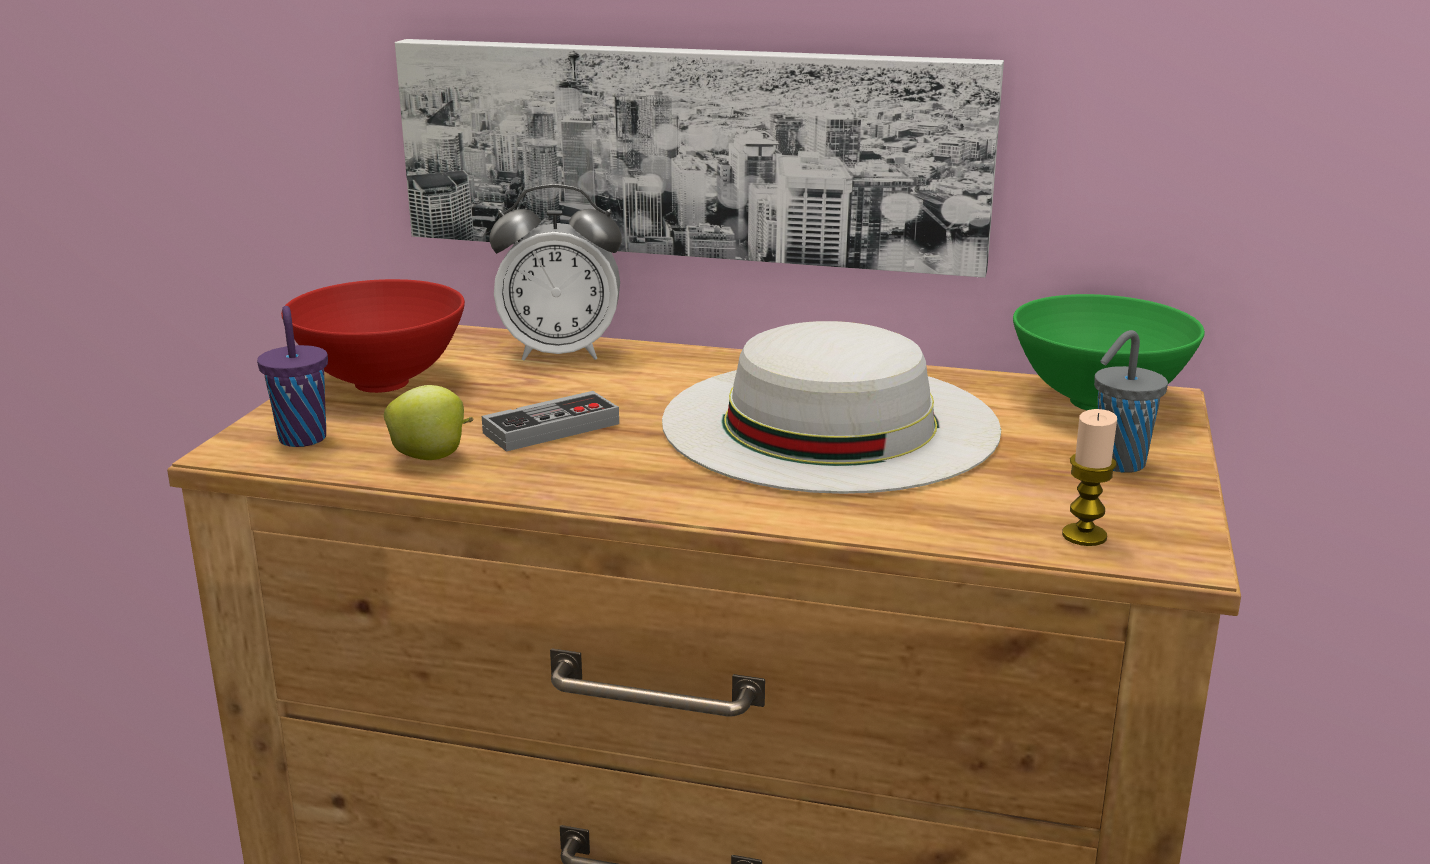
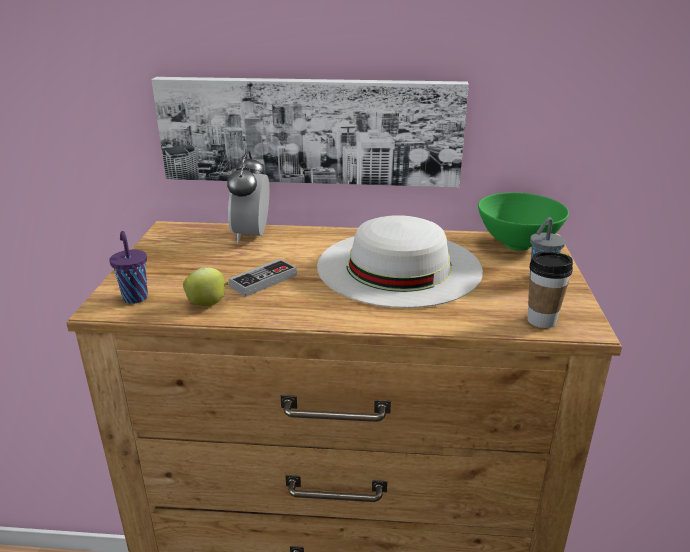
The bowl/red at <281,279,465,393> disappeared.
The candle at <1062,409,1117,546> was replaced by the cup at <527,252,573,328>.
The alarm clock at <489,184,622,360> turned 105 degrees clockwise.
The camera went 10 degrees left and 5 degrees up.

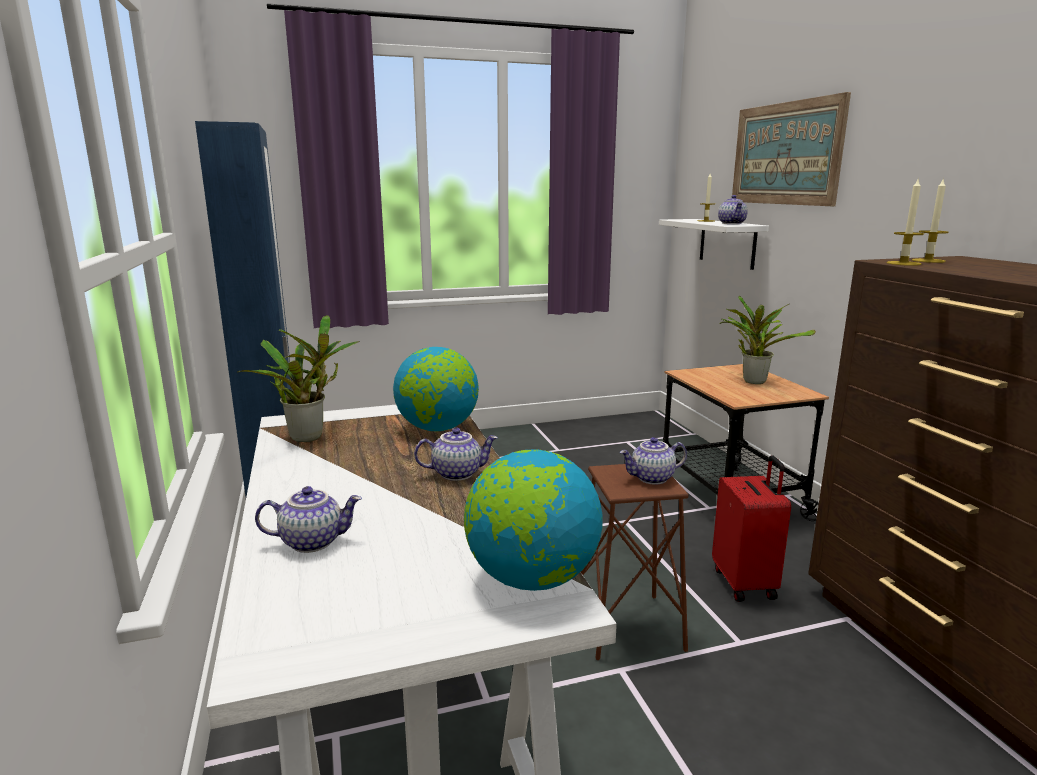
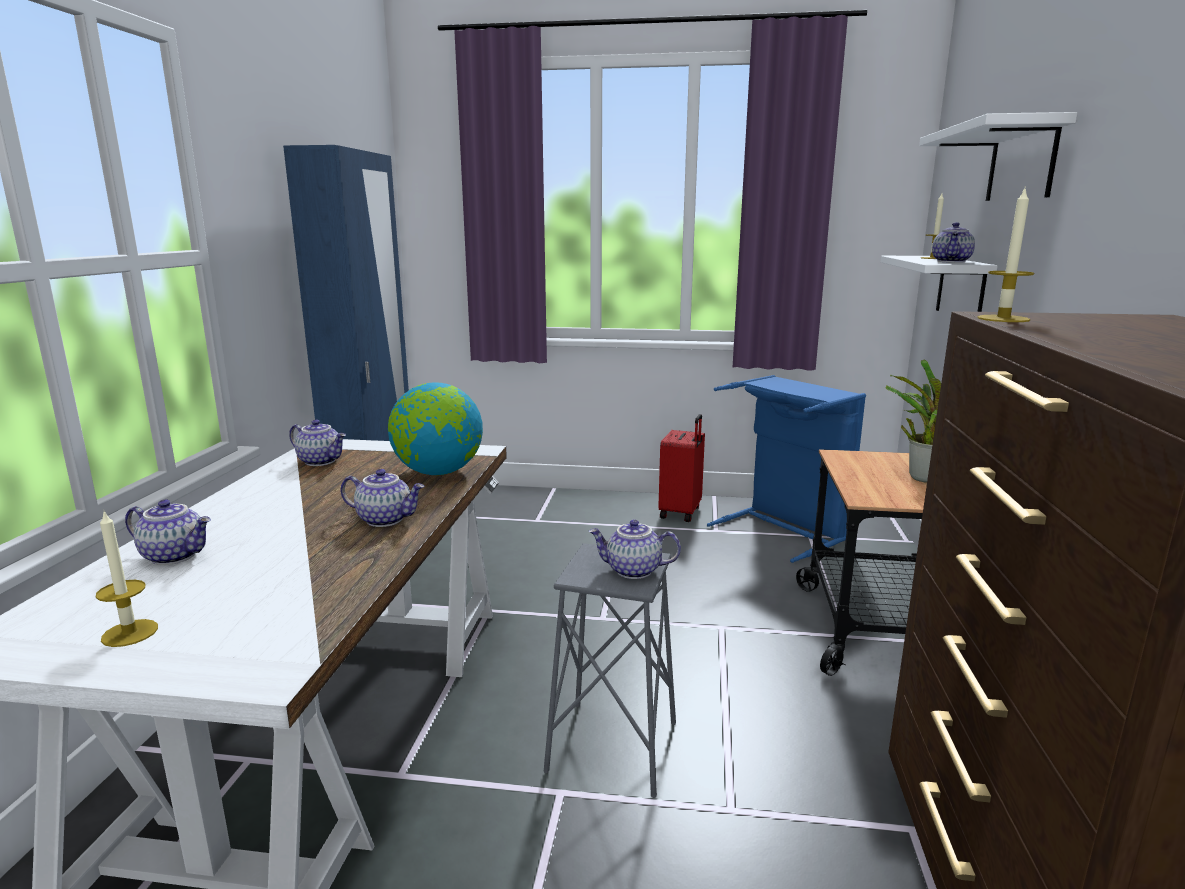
The globe at <464,449,603,591> disappeared.
The laundry basket/blue at <707,375,866,563> appeared.
The suitcase/red moved from <712,455,791,602> to <658,414,705,522>.
The candle moved from <912,178,948,263> to <96,511,158,647>.
The potted plant at <237,315,359,442> was replaced by the teapot at <289,420,346,466>.
The picture at <732,92,851,206> was replaced by the shelf/white at <919,112,1077,201>.
The stool/brown at <581,464,689,660> became the stool/grey at <544,543,676,798>.
The camera went 25 degrees right and 0 degrees up.

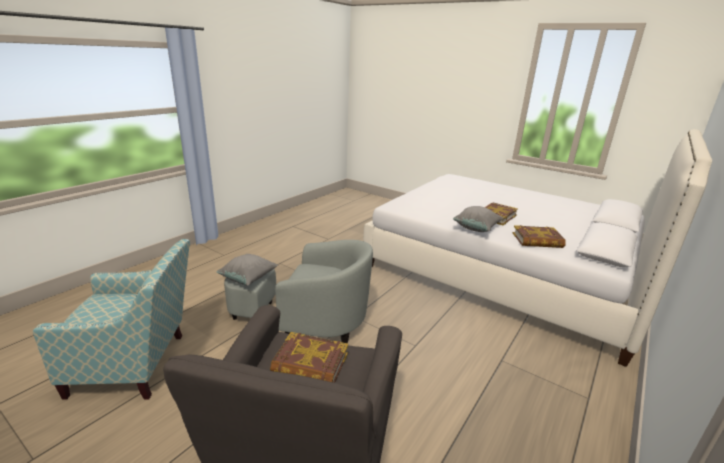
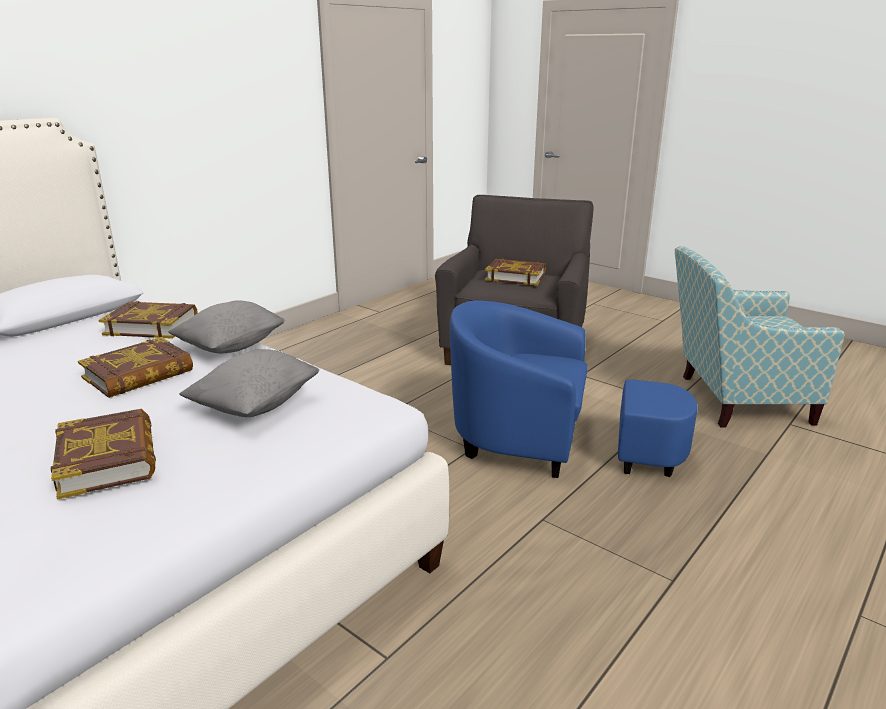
The book at <51,409,156,500> appeared.
The pillow/grey moved from <217,254,278,286> to <179,349,320,417>.
The armchair/grey at <224,240,373,343> became the armchair/blue at <450,301,698,478>.
The camera went 175 degrees left and 0 degrees up.

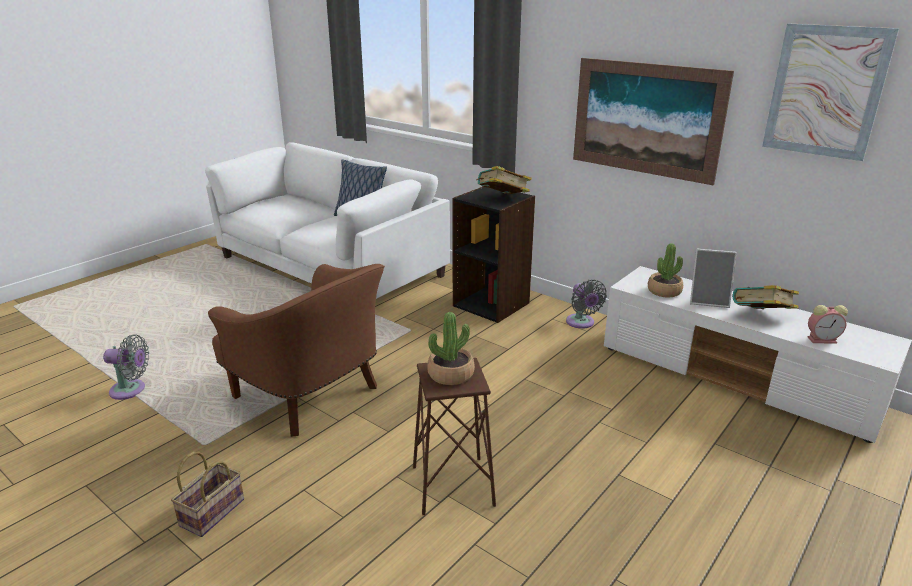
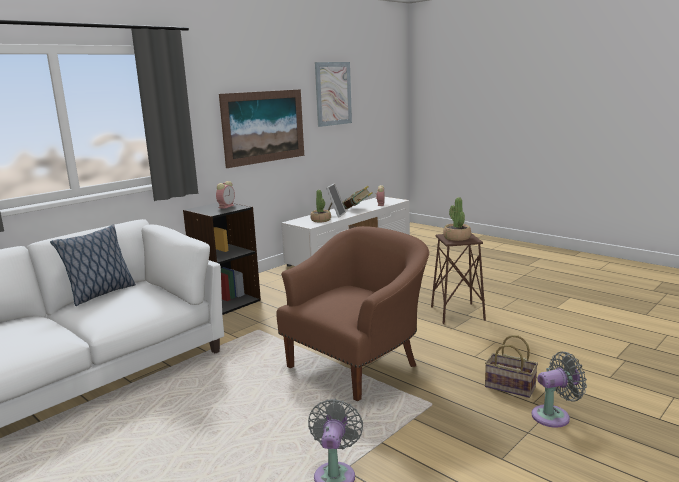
The fan/grey moved from <566,279,607,329> to <532,352,587,428>.
The book at <476,166,532,194> was replaced by the alarm clock at <216,181,235,209>.
The camera went 85 degrees left and 10 degrees down.

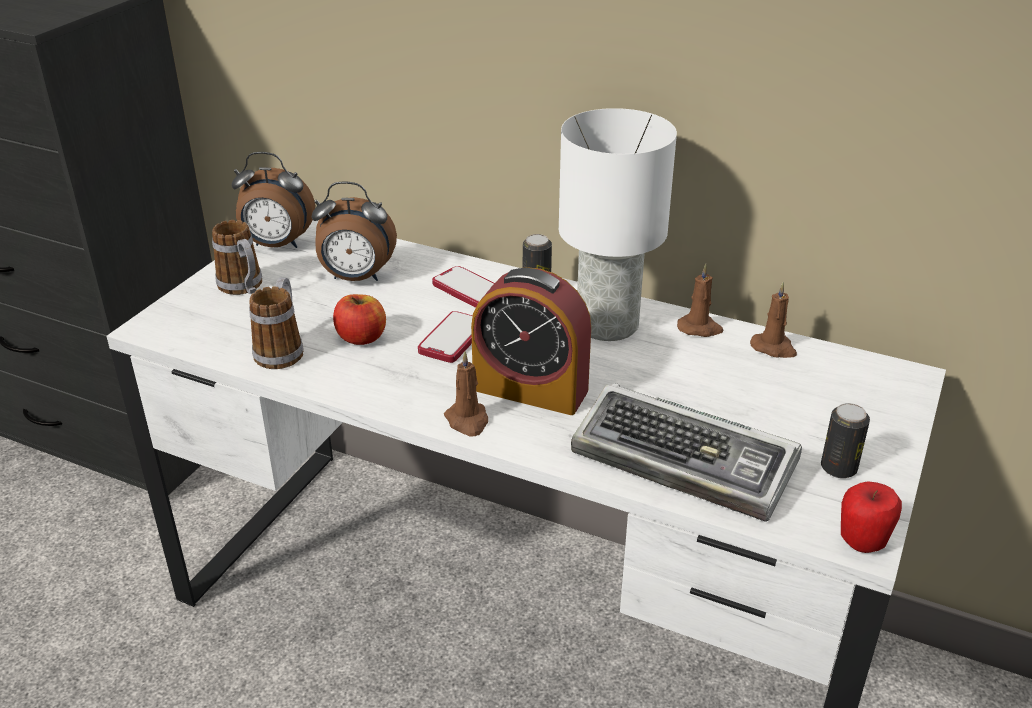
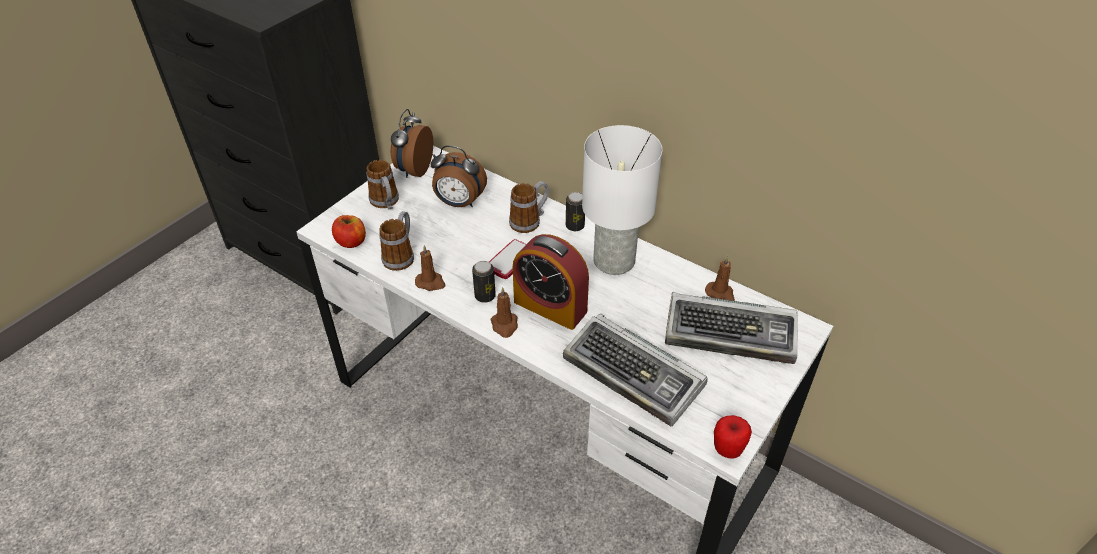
The keyboard at <665,292,798,364> appeared.
The apple moved from <333,294,386,345> to <332,215,366,248>.
The candle/brown moved from <677,264,724,337> to <415,245,445,291>.
The can moved from <821,403,870,478> to <472,261,496,303>.
The phone at <432,266,494,308> was replaced by the mug at <509,181,549,233>.
The alarm clock at <232,152,315,248> turned 90 degrees clockwise.
The camera went 10 degrees right and 10 degrees up.

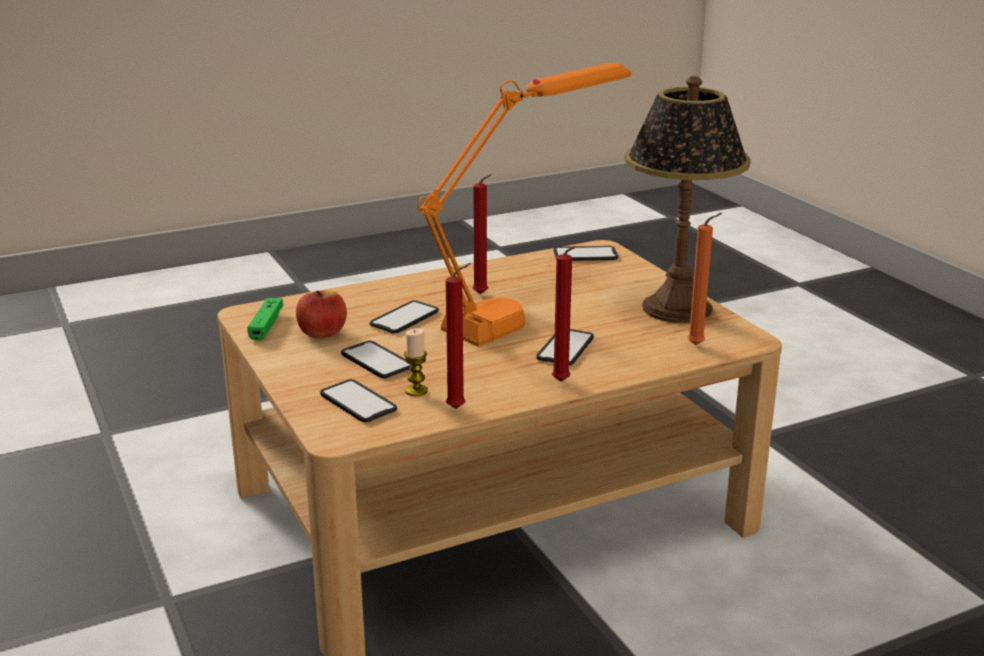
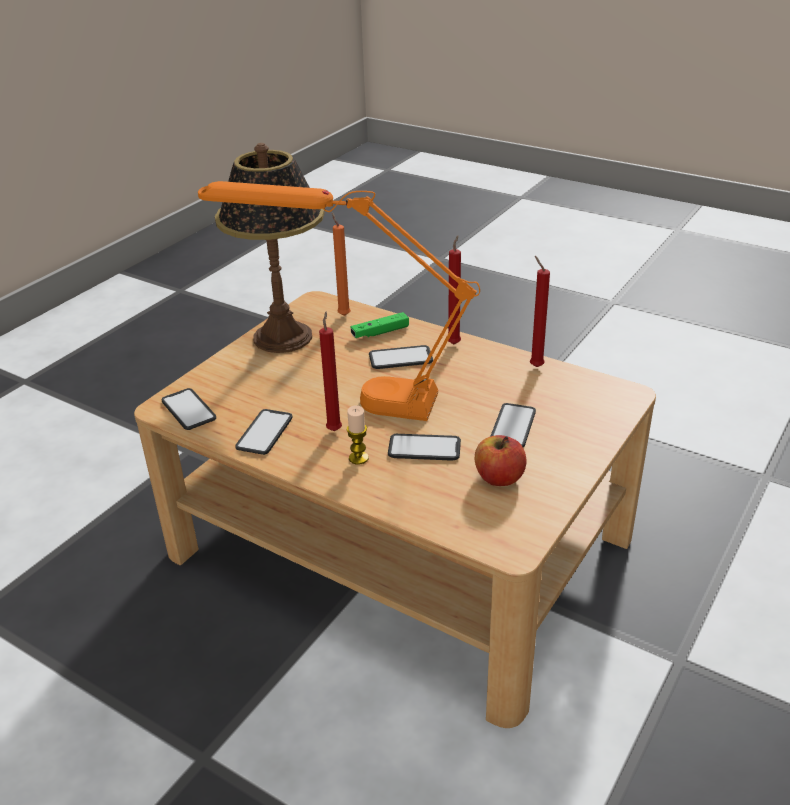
The game controller/green moved from <247,298,283,341> to <351,312,409,338>.
The phone moved from <320,379,397,422> to <235,409,292,455>.
The candle moved from <404,328,428,396> to <347,405,369,464>.
The camera went 120 degrees left and 10 degrees up.

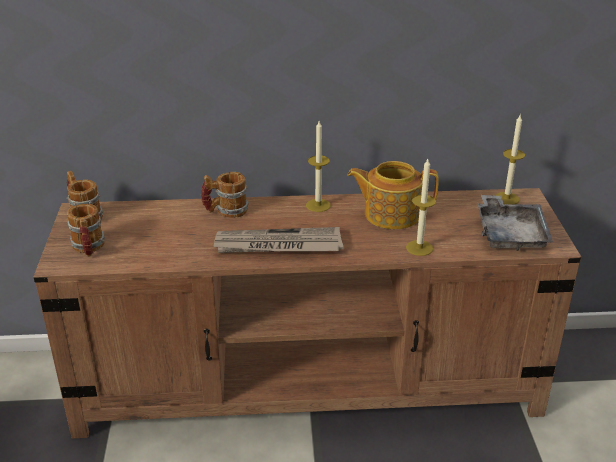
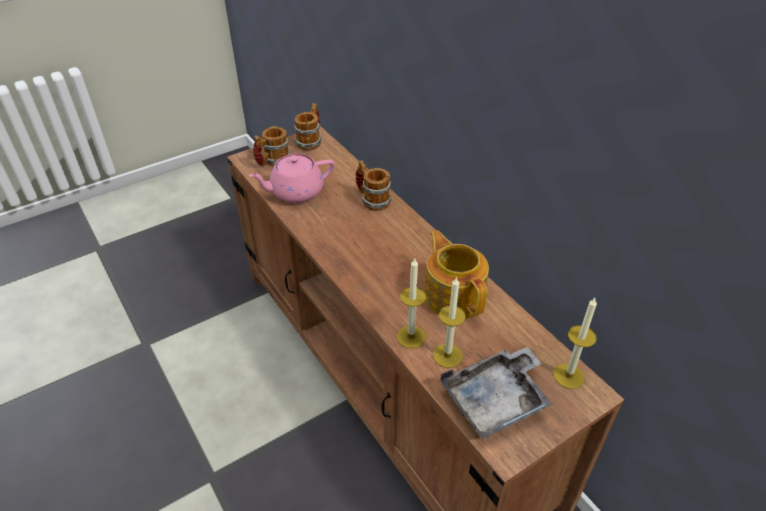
The newspaper at <213,227,343,253> disappeared.
The teapot/pink at <248,154,334,203> appeared.
The candle moved from <306,121,331,212> to <433,277,466,368>.
The camera went 60 degrees right and 10 degrees up.

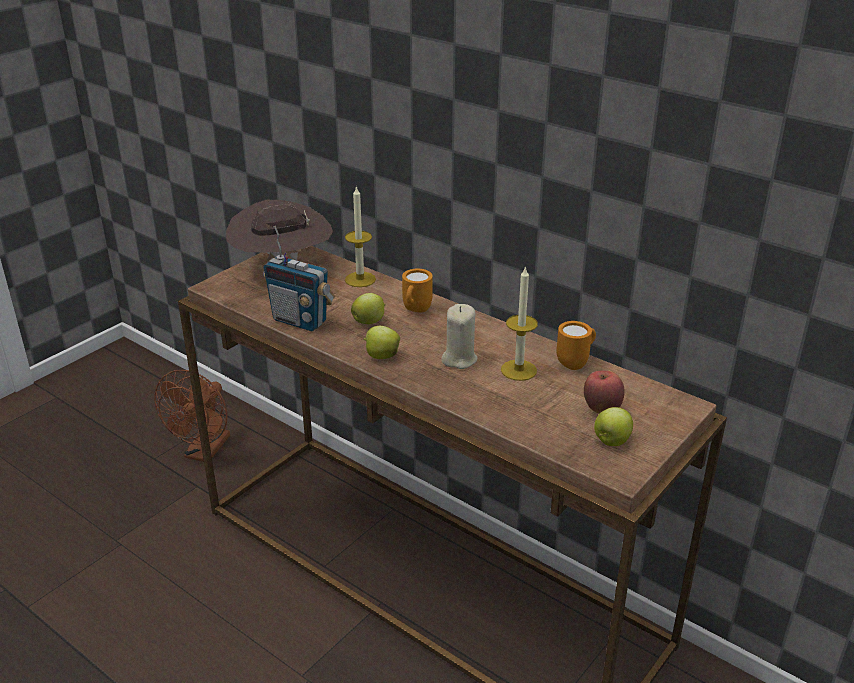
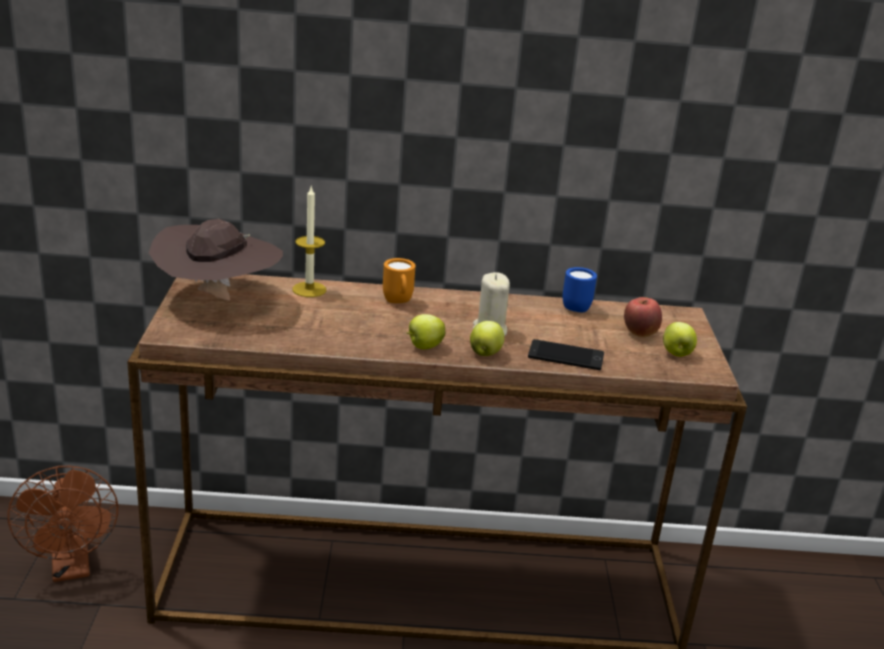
The radio at <263,226,335,331> disappeared.
The candle at <501,266,538,381> disappeared.
The phone at <528,339,604,370> appeared.
The apple moved from <351,293,386,324> to <470,321,504,356>.
The mug/orange at <557,321,596,370> became the mug/blue at <563,267,597,313>.
The camera went 40 degrees left and 5 degrees down.

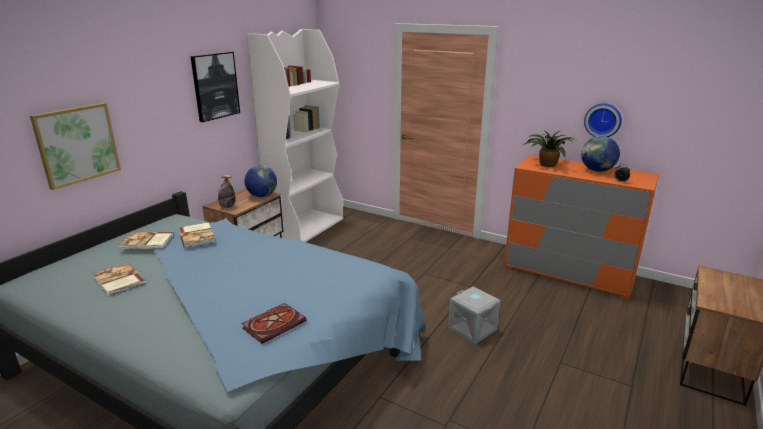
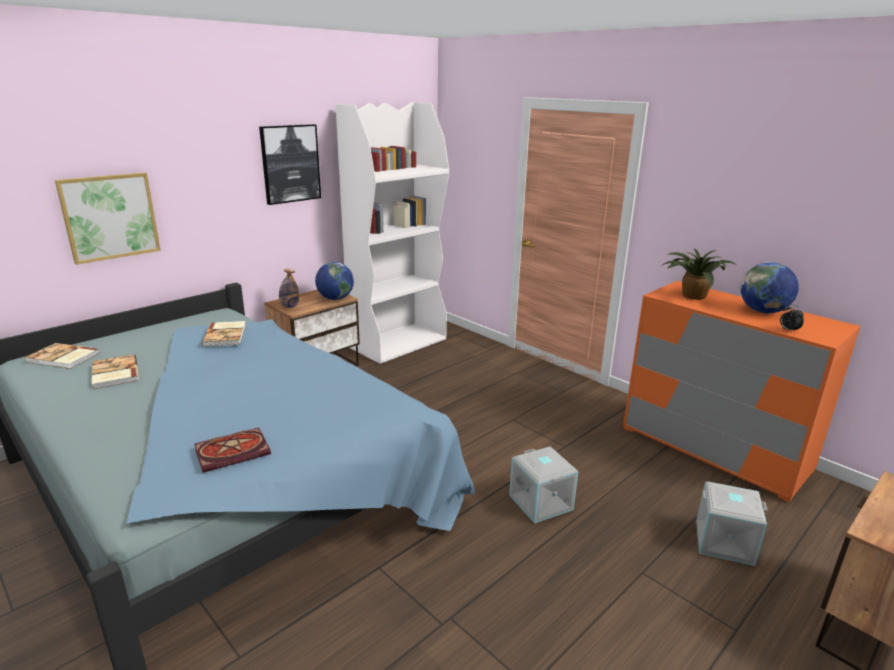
The wall clock at <584,103,622,137> disappeared.
The storage box/grey at <696,481,768,566> appeared.
The book moved from <118,232,174,249> to <25,343,100,369>.
The camera went 15 degrees right and 0 degrees up.

